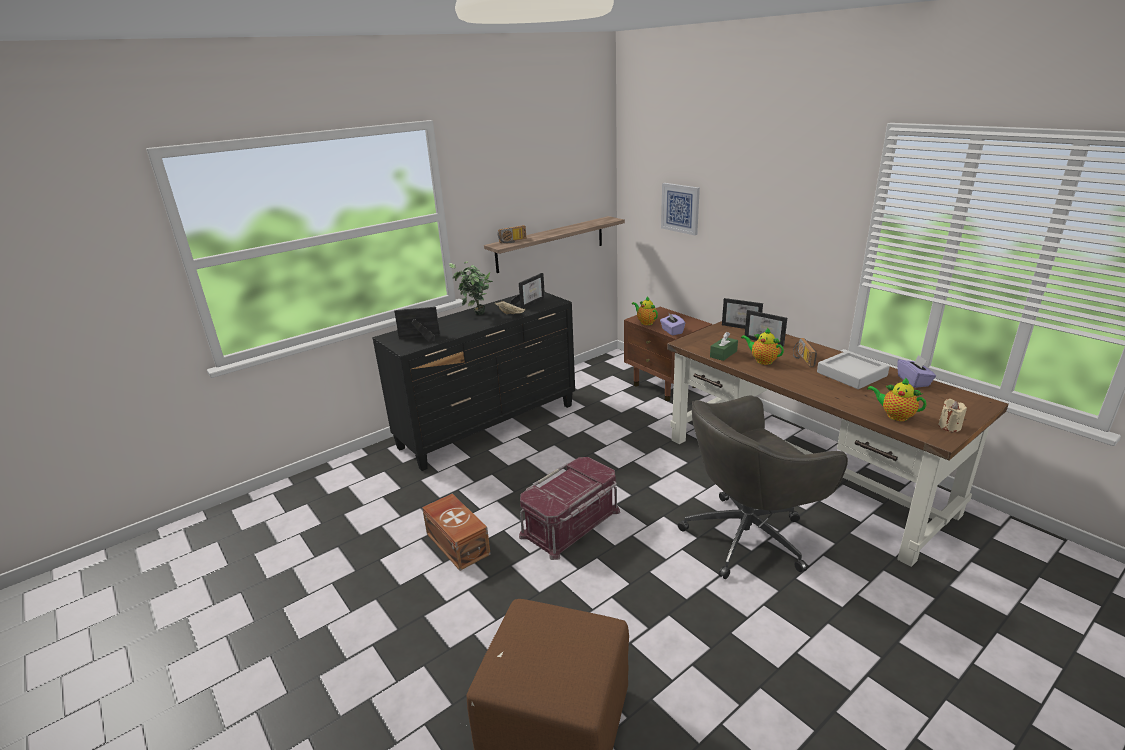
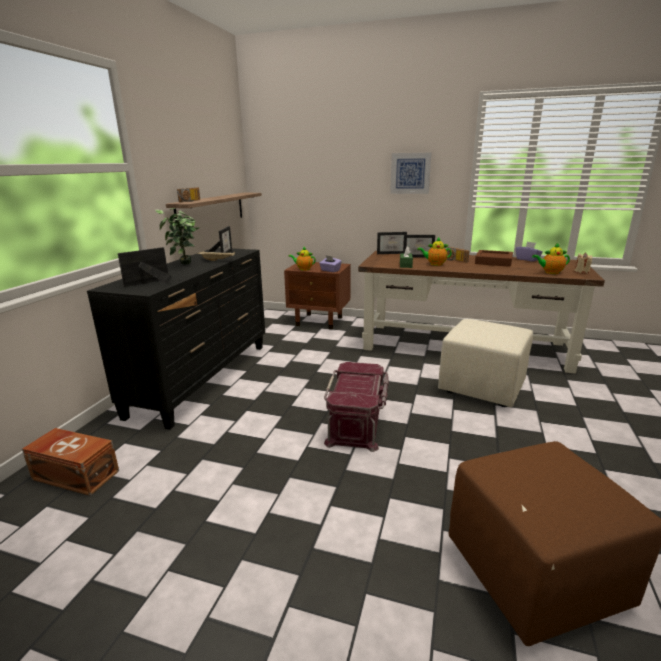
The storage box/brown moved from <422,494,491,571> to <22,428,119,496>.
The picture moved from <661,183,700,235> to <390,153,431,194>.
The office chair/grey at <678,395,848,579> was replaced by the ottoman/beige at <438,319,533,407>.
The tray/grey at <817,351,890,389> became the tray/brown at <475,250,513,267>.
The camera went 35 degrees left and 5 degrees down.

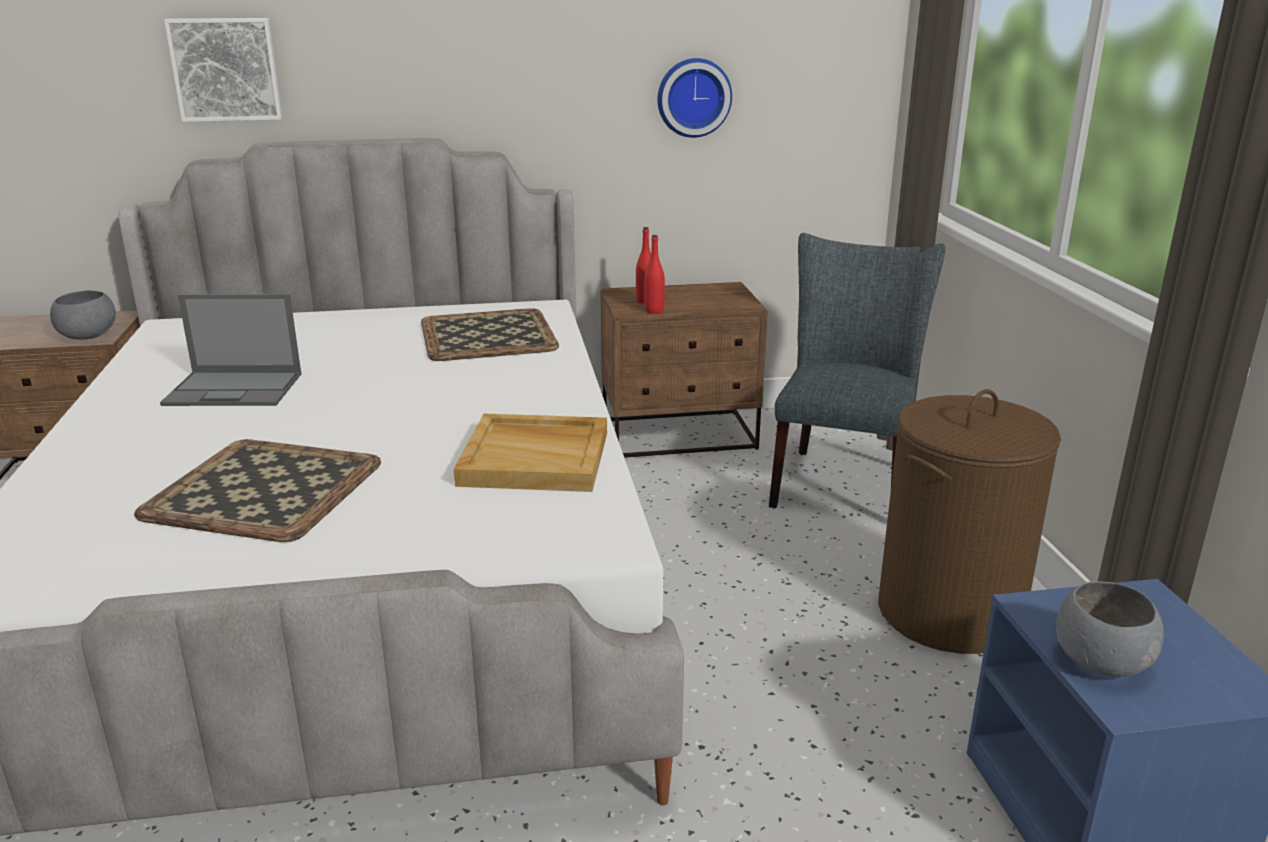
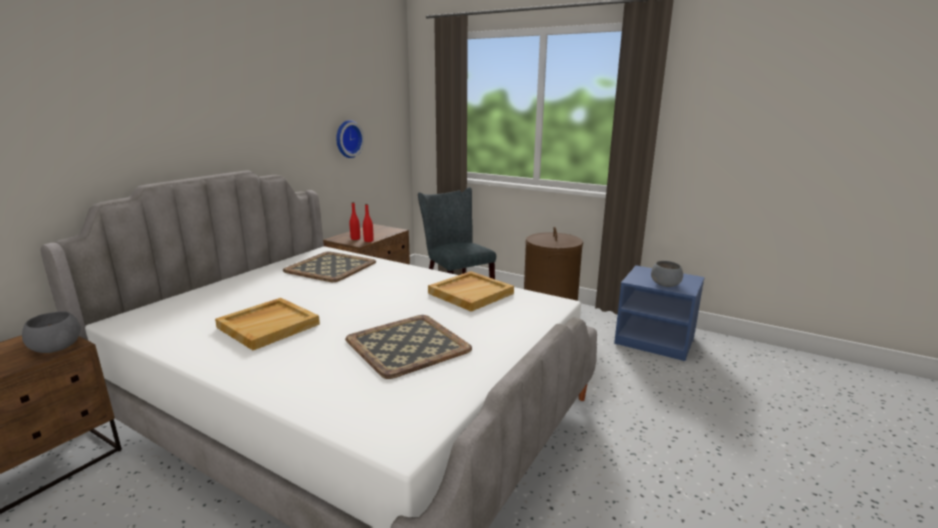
The picture at <164,18,283,122> disappeared.
The laptop at <160,294,302,406> was replaced by the tray/beige at <215,298,320,350>.
The camera went 50 degrees left and 5 degrees down.

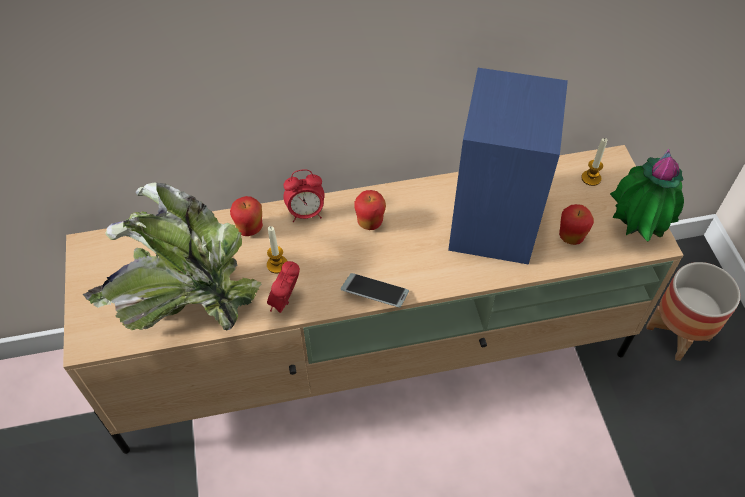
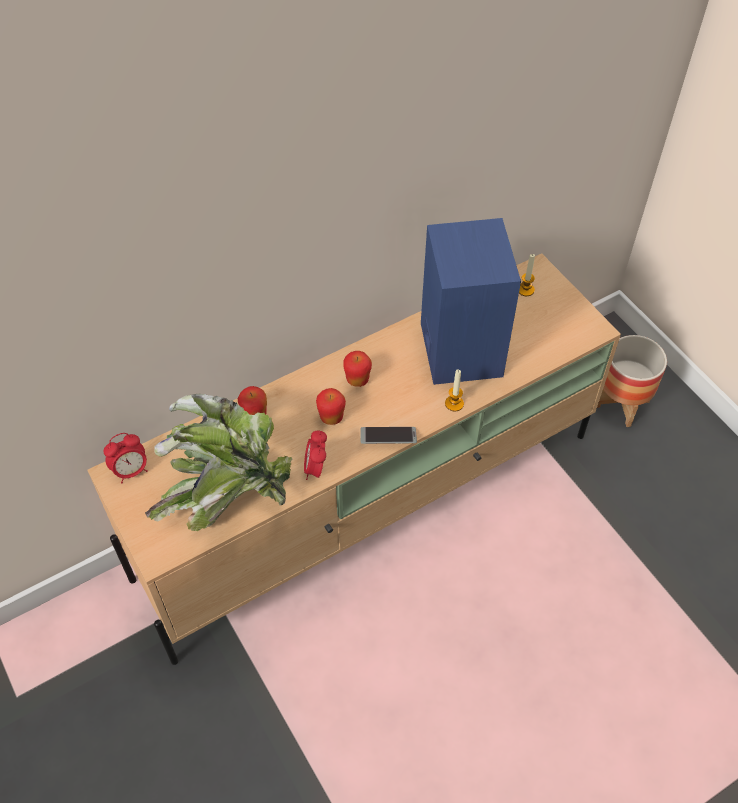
The potted plant at <610,149,684,242> disappeared.
The candle moved from <267,226,287,273> to <445,370,464,411>.
The alarm clock moved from <283,169,325,222> to <103,433,148,484>.
The apple moved from <559,204,594,245> to <316,388,346,425>.
The camera went 20 degrees left and 0 degrees up.

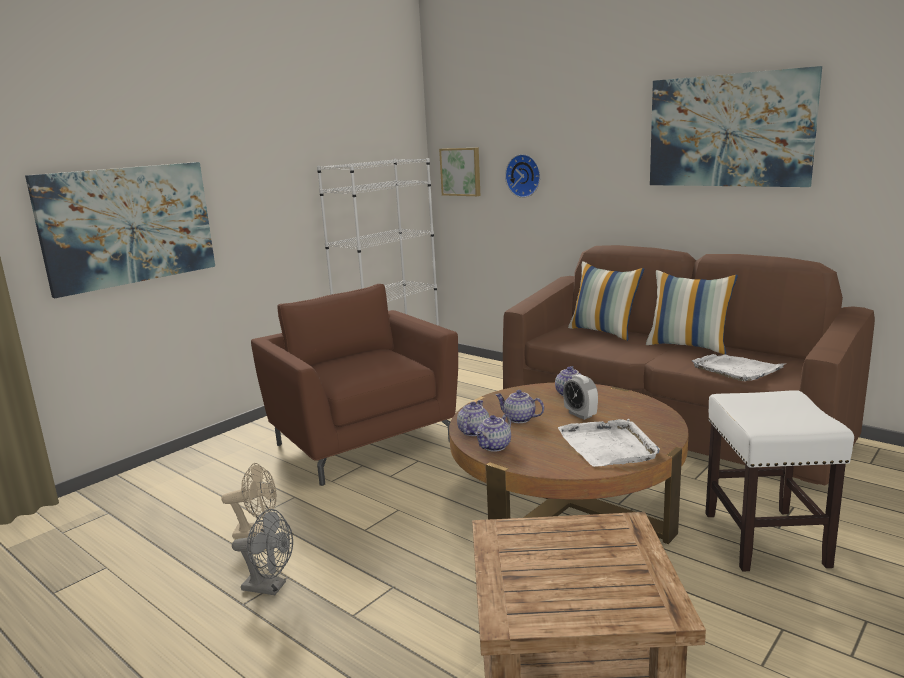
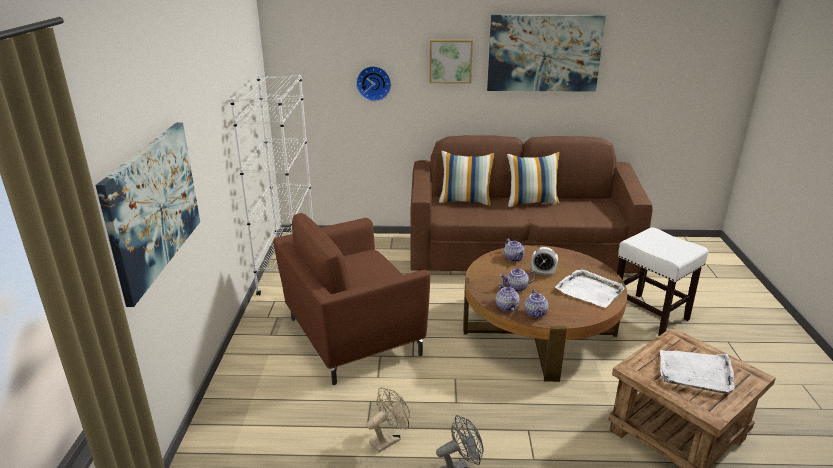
The picture moved from <439,148,480,196> to <430,39,473,84>.
The tray/white moved from <692,354,785,381> to <660,350,735,393>.
The armchair/brown at <251,284,458,486> turned 45 degrees counterclockwise.
The camera went 40 degrees left and 10 degrees up.

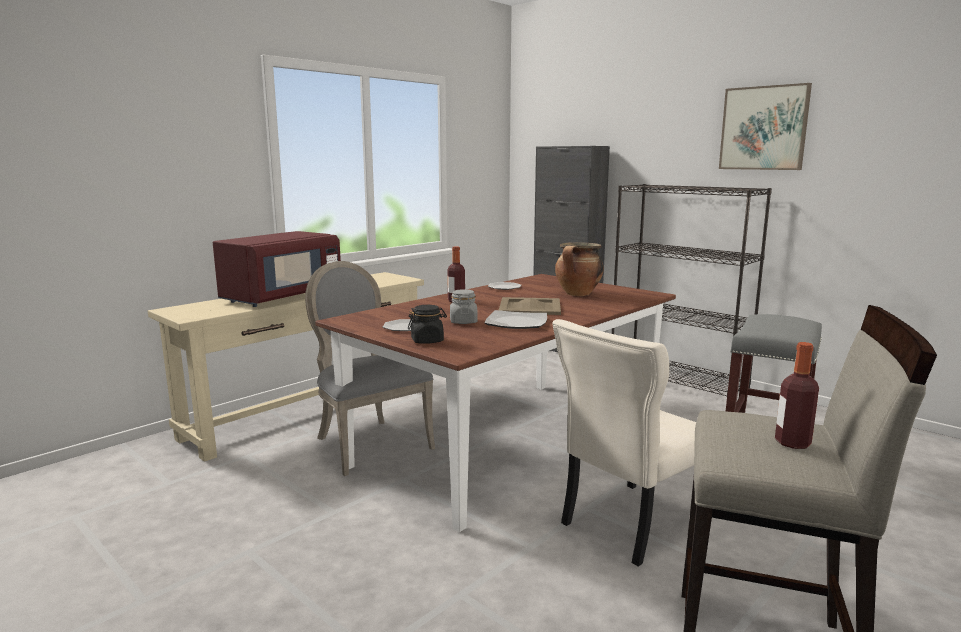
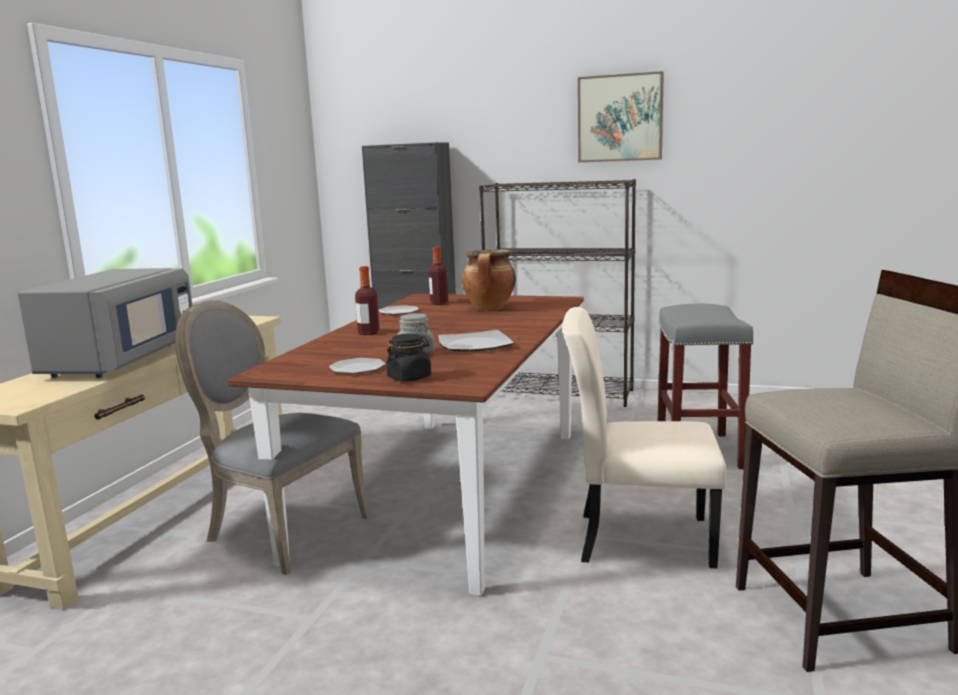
The tray/beige at <499,297,561,315> disappeared.
The bottle moved from <775,342,819,449> to <429,247,449,305>.
The microwave/red at <213,231,341,307> became the microwave/grey at <18,268,192,378>.
The chair/beige at <552,319,696,567> turned 75 degrees clockwise.
The camera went 25 degrees left and 0 degrees up.

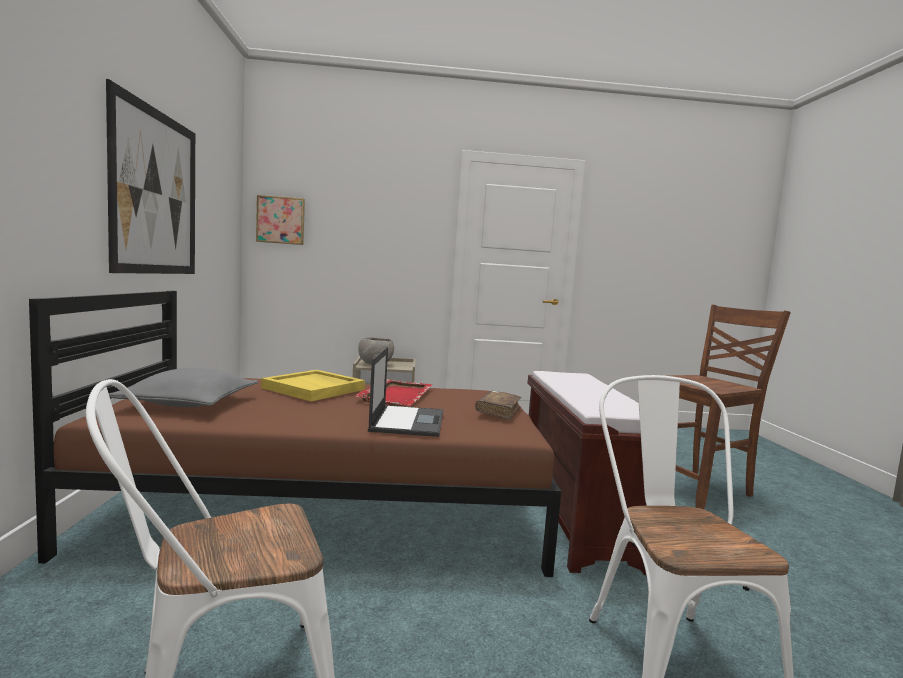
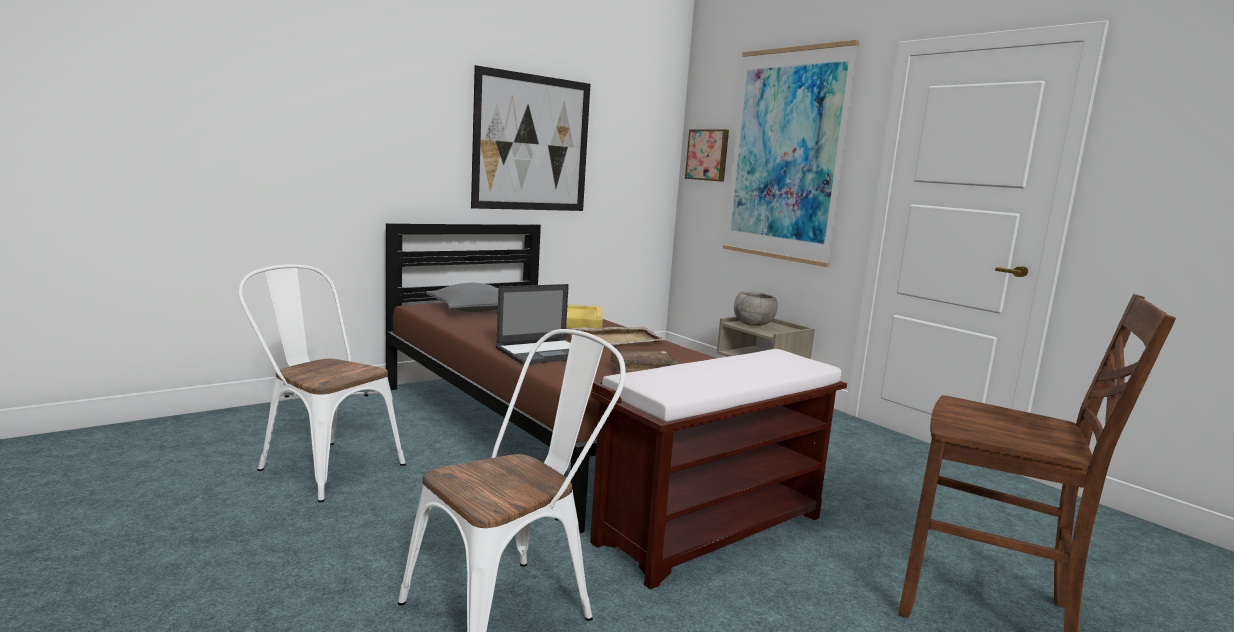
The picture at <723,40,859,267> appeared.
The tray/red at <355,379,432,406> became the tray/beige at <570,326,667,345>.
The camera went 55 degrees right and 5 degrees up.

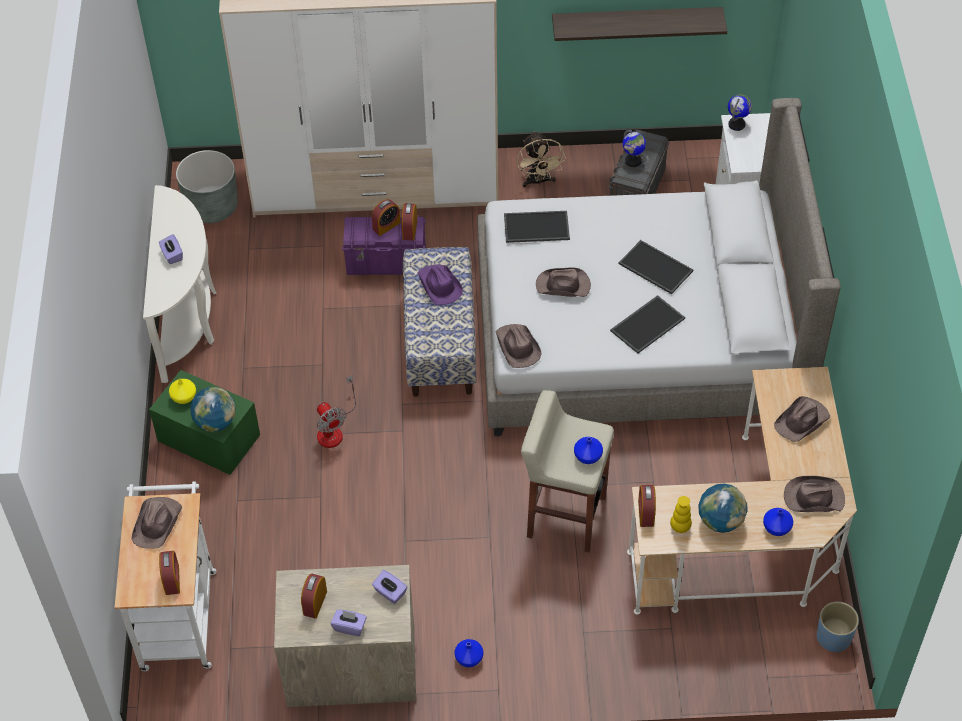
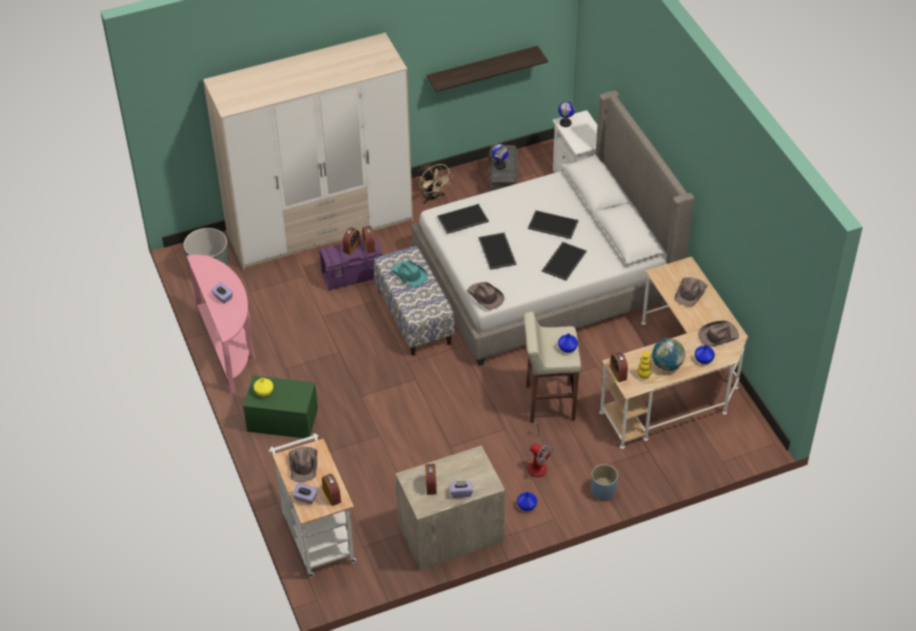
The globe at <190,387,236,432> disappeared.
The fan moved from <317,375,356,448> to <526,421,553,477>.
The tissue box/purple moved from <372,570,407,604> to <293,483,318,504>.
The planter/blue moved from <817,602,859,653> to <591,464,618,500>.
The hat/brown at <536,267,591,297> was replaced by the tray at <479,232,516,270>.
The console table/white at <143,185,216,383> became the console table/pink at <187,255,255,393>.
The hat/purple at <418,265,463,305> became the hat/turquoise at <391,261,428,287>.
The camera went 20 degrees left and 5 degrees down.

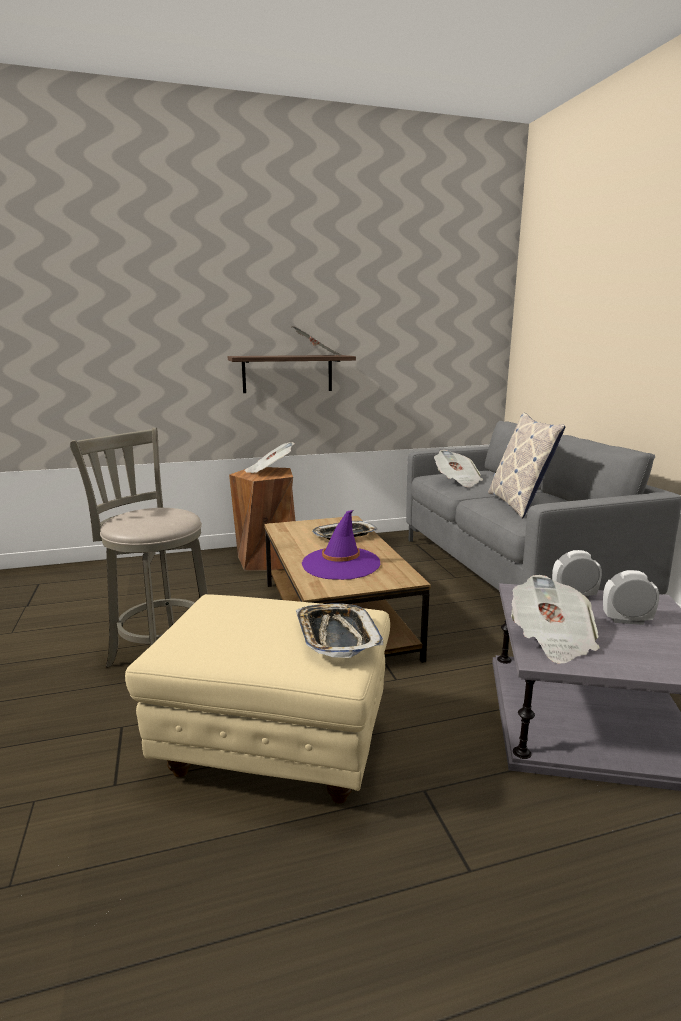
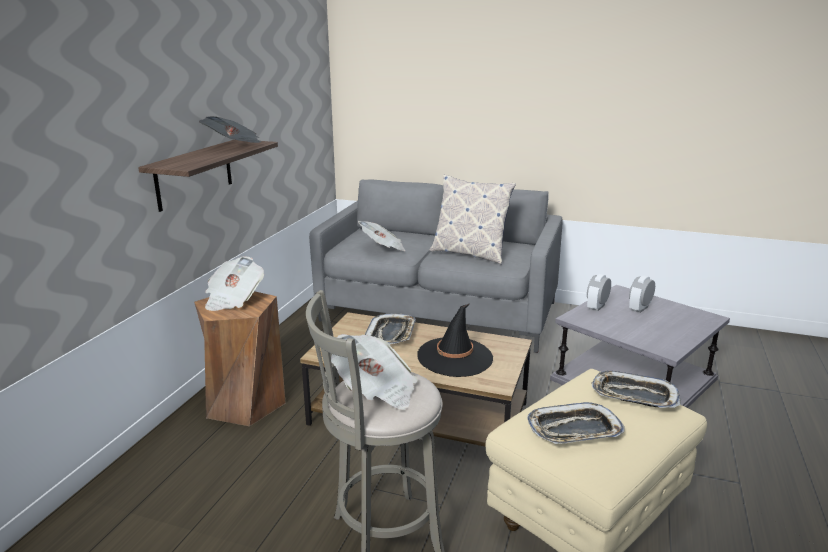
The tray at <527,402,625,444> appeared.
The newspaper moved from <511,575,600,664> to <331,334,418,410>.
The hat/purple at <302,510,380,580> became the hat/black at <417,304,493,377>.
The camera went 55 degrees left and 5 degrees up.

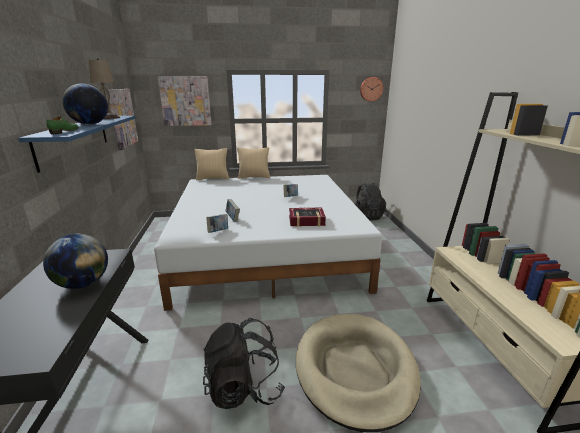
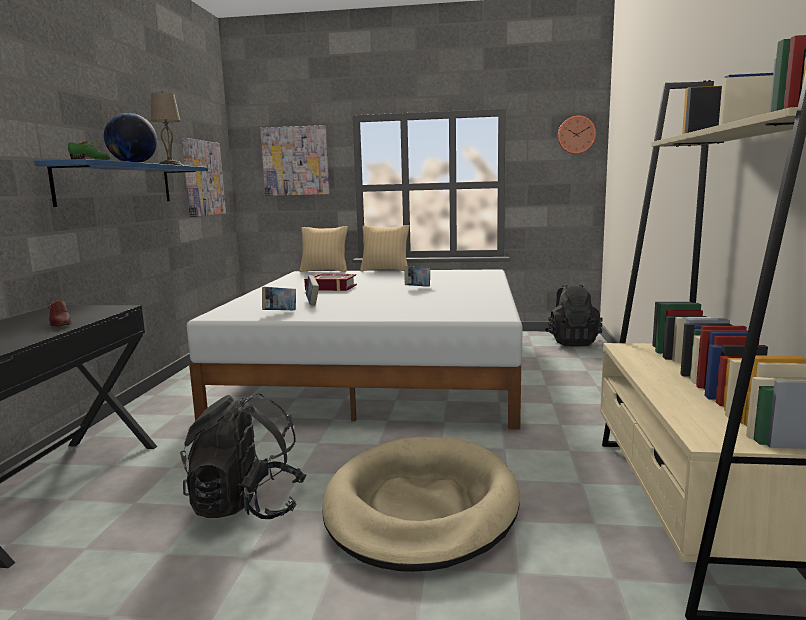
The book moved from <289,207,326,227> to <304,273,357,291>.
The globe at <43,234,108,289> was replaced by the shoe/brown at <48,300,72,327>.
The camera went 15 degrees right and 10 degrees down.

